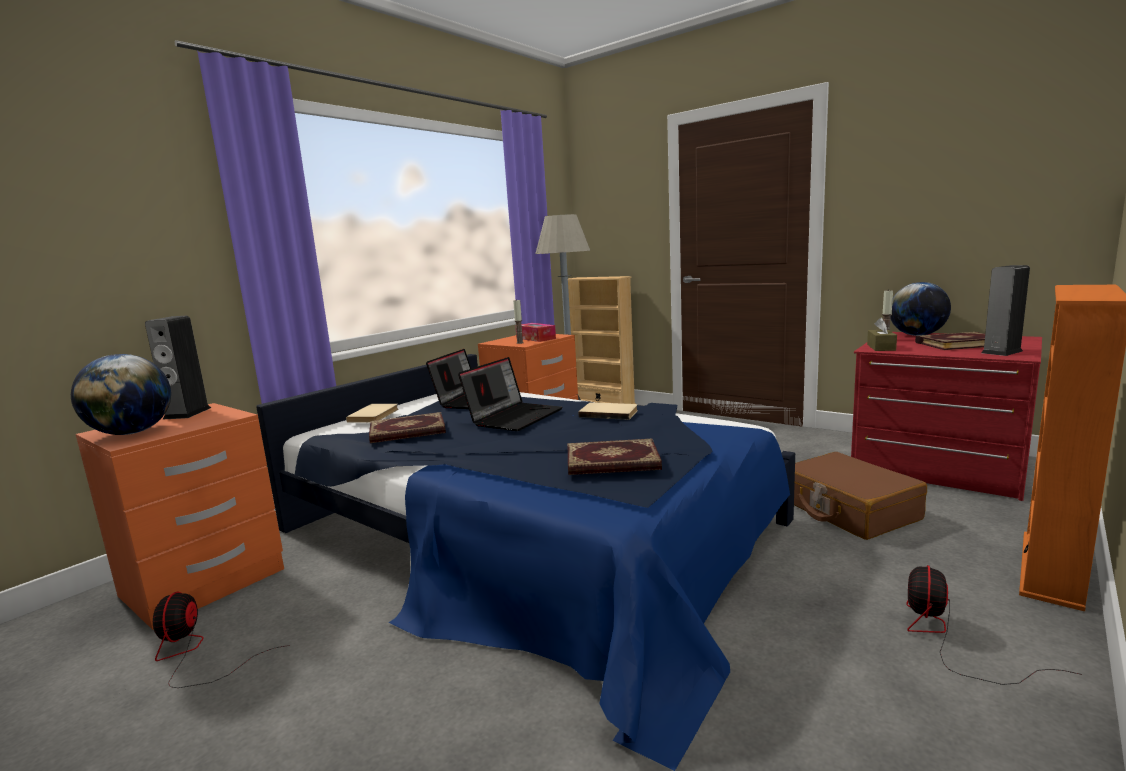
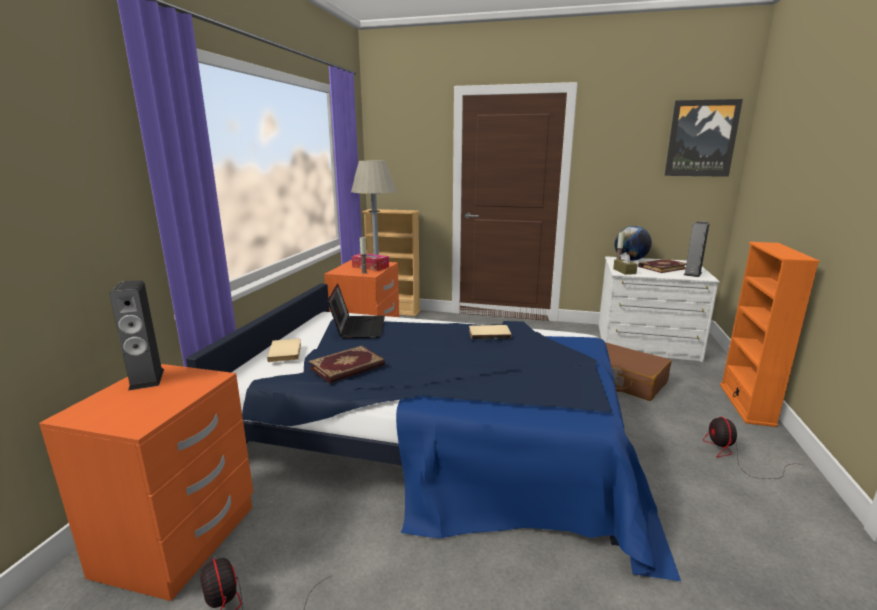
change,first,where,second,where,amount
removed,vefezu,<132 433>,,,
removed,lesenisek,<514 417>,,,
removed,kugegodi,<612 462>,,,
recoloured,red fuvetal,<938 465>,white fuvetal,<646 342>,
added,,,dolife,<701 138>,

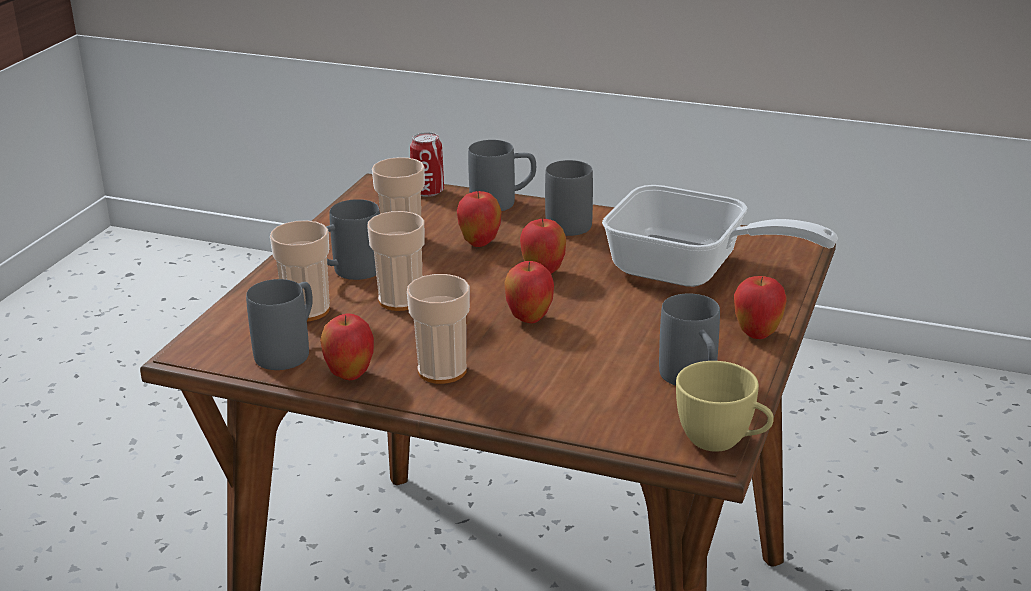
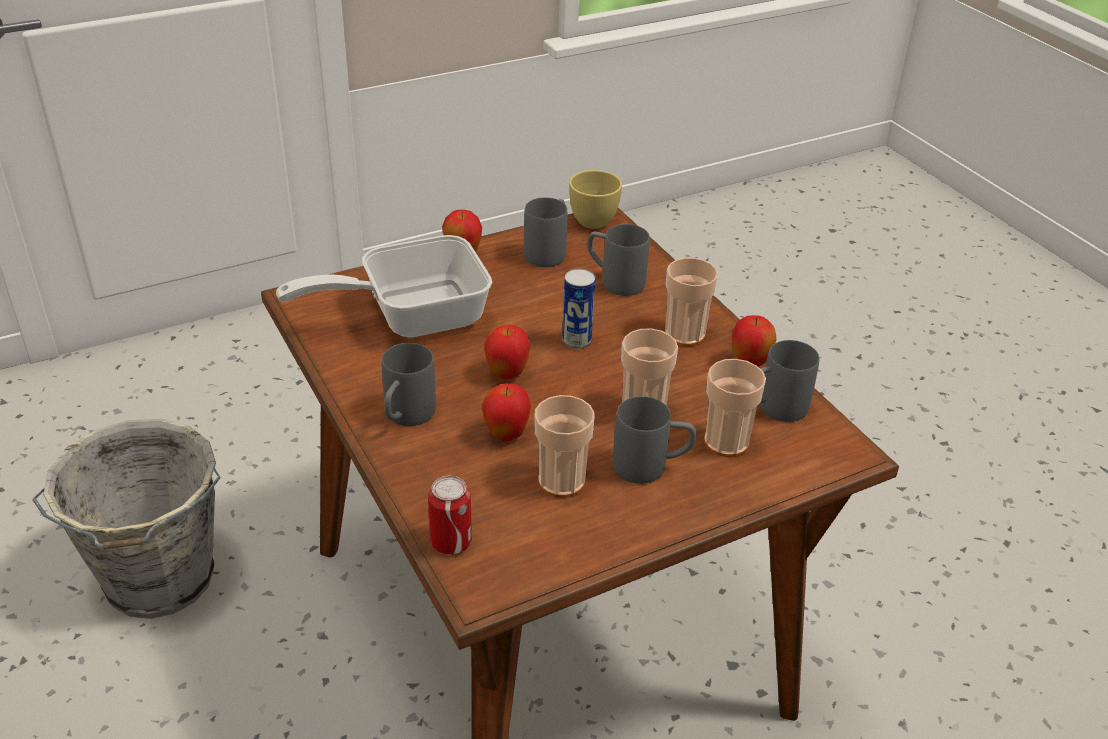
change,first,where,second,where,amount
moved,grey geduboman,<503 202>,,<614 281>,
replaced,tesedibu,<529 319>,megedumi,<576 341>,
turned,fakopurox,<691 271>,,<410 316>,90 degrees counterclockwise
added,,,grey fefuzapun,<159 582>,

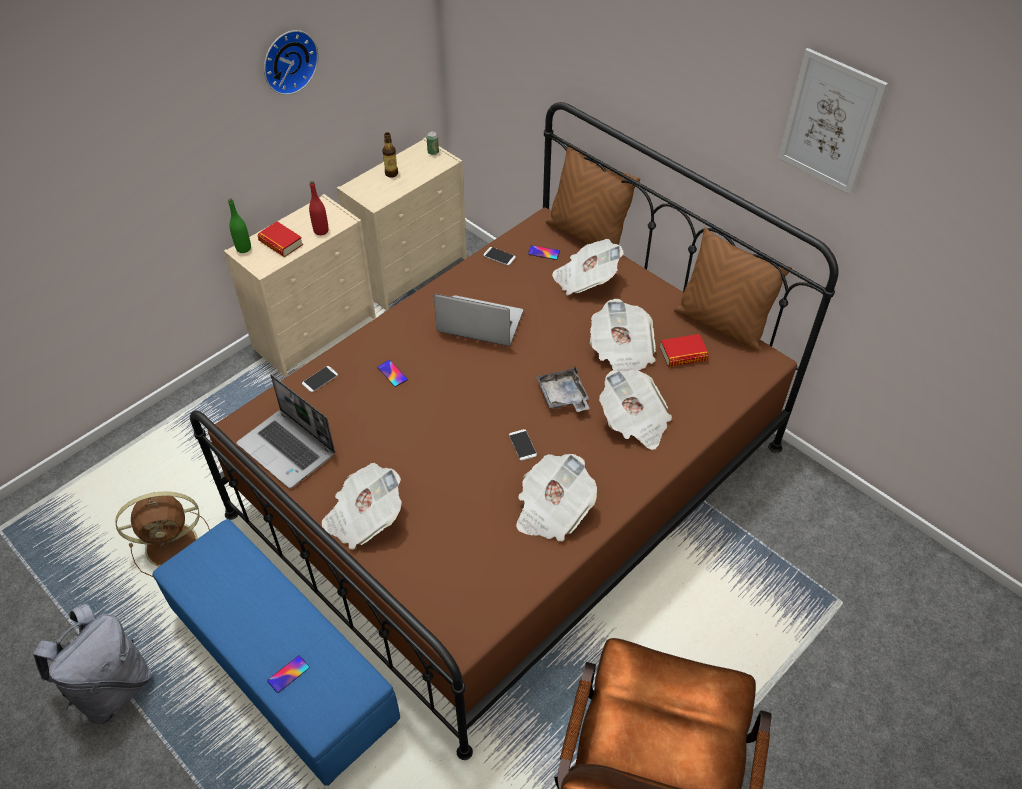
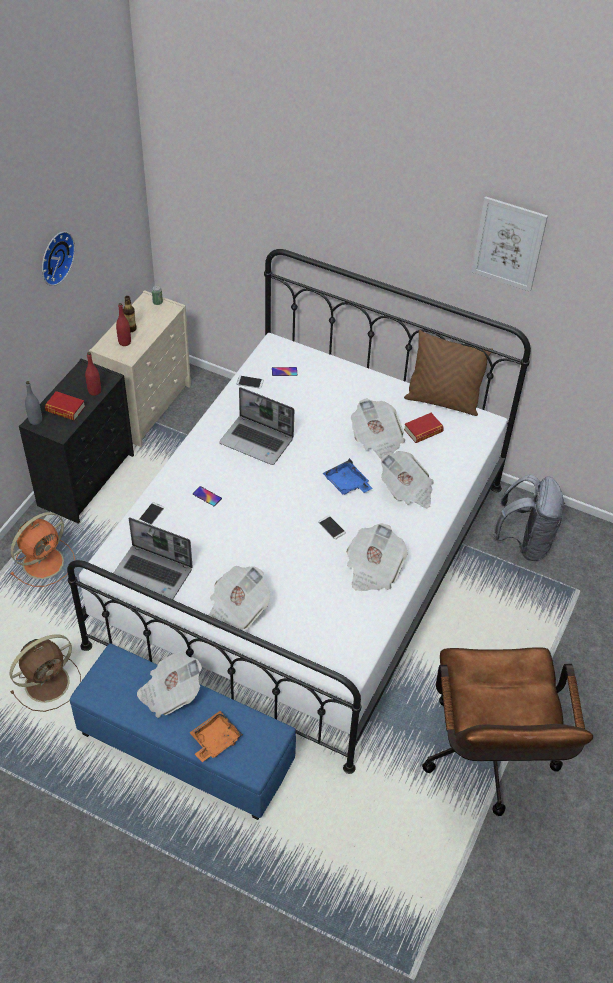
change,first,where,second,where,amount
moved,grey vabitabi,<112 688>,,<525 542>,
recoloured,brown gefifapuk,<510 480>,white gefifapuk,<303 562>,
recoloured,beige fuvetal,<316 332>,black fuvetal,<87 479>,
recoloured,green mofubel,<243 248>,grey mofubel,<35 420>,
replaced,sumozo,<288 674>,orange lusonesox,<215 740>,
turned,lesenisek,<479 323>,,<257 441>,150 degrees counterclockwise
recoloured,grey lusonesox,<563 396>,blue lusonesox,<347 484>,
removed,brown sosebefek,<586 235>,,,
moved,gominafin,<585 280>,,<170 693>,
added,,,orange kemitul,<44 561>,
added,,,red mofubel,<124 342>,

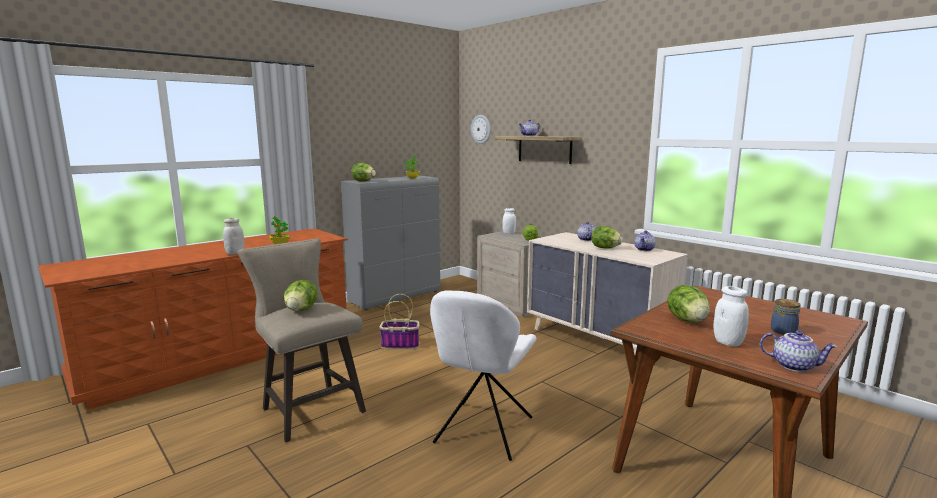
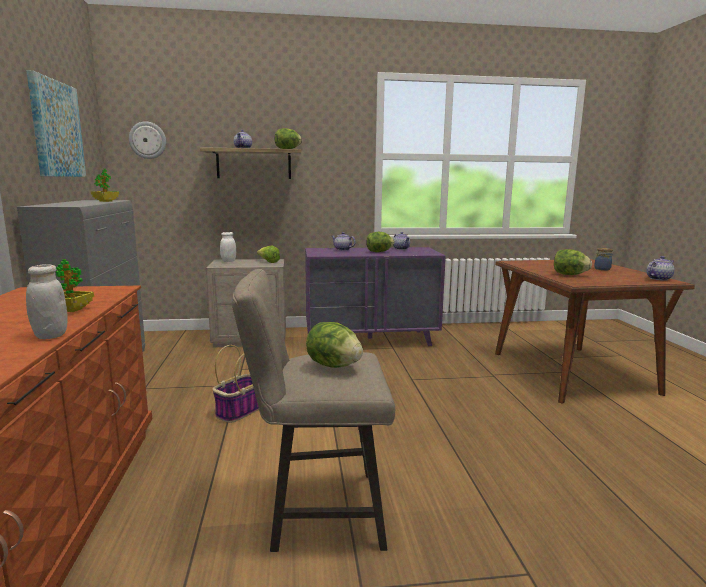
change,first,where,second,where,amount
moved,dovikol,<363 181>,,<287 149>,
removed,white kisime,<482 432>,,,
recoloured,beige fuvetal,<598 340>,purple fuvetal,<371 340>,
removed,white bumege,<728 342>,,,
added,,,dolife,<56 129>,

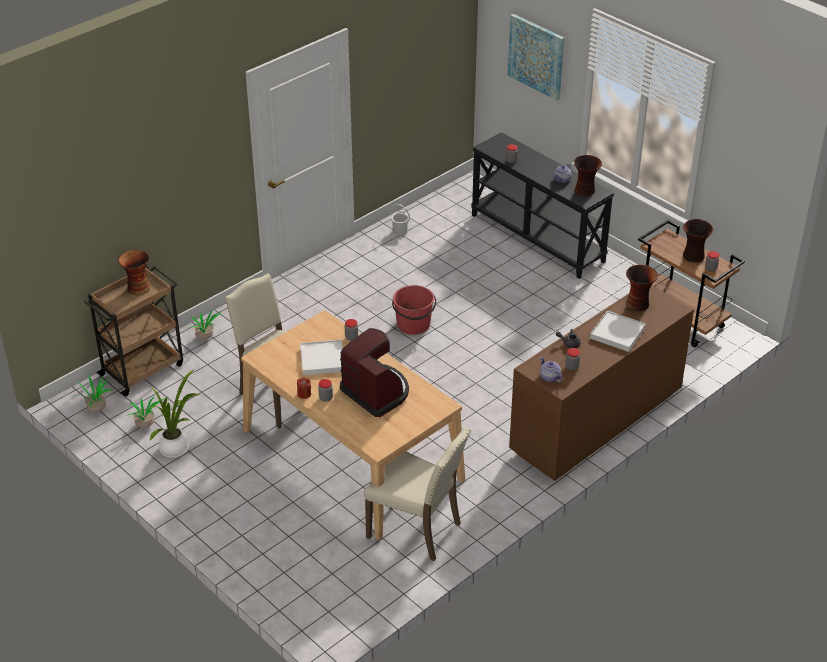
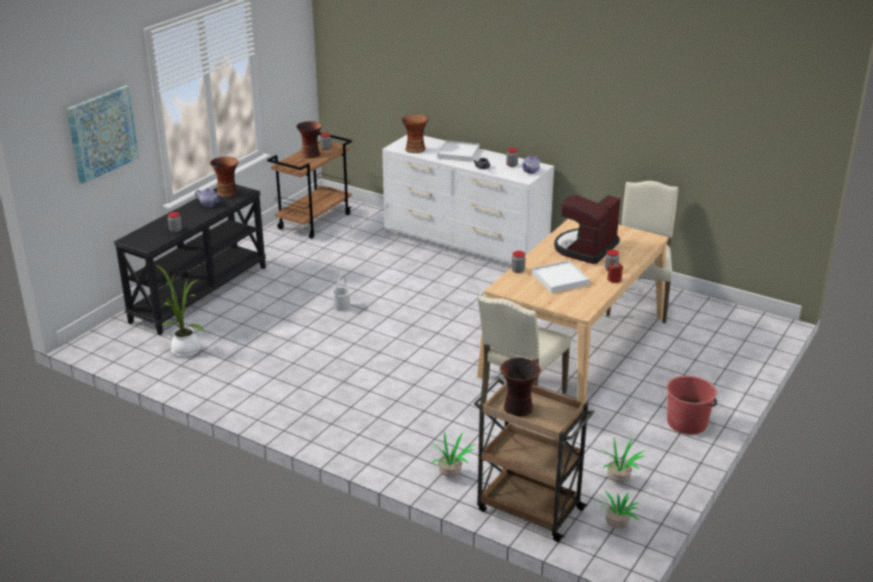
change,first,where,second,where,amount
moved,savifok,<176 448>,,<184 349>,
moved,white fefuzapun,<400 231>,,<341 306>,
moved,red fefuzapun,<413 325>,,<687 423>,
recoloured,brown fuvetal,<595 423>,white fuvetal,<466 245>,

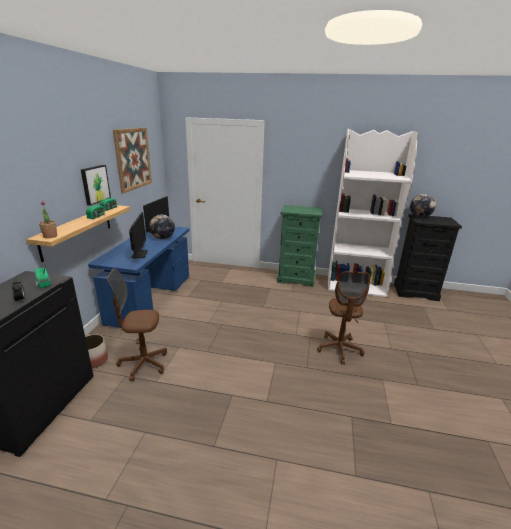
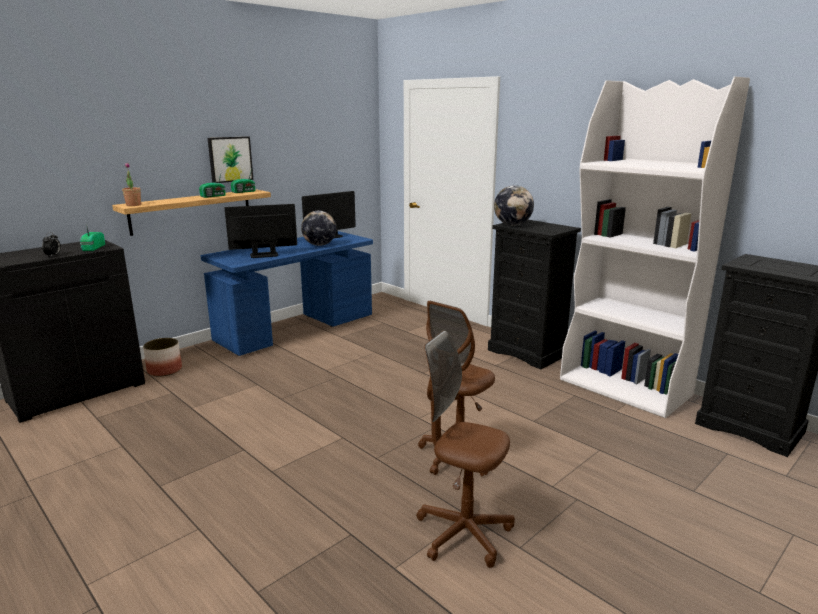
change,first,where,second,where,amount
moved,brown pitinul,<143 364>,,<463 533>,
removed,dolife,<133 159>,,,
turned,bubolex,<139 254>,,<264 255>,135 degrees counterclockwise
recoloured,green fuvetal,<296 279>,black fuvetal,<527 352>,
moved,vefezu,<420 217>,,<512 225>,

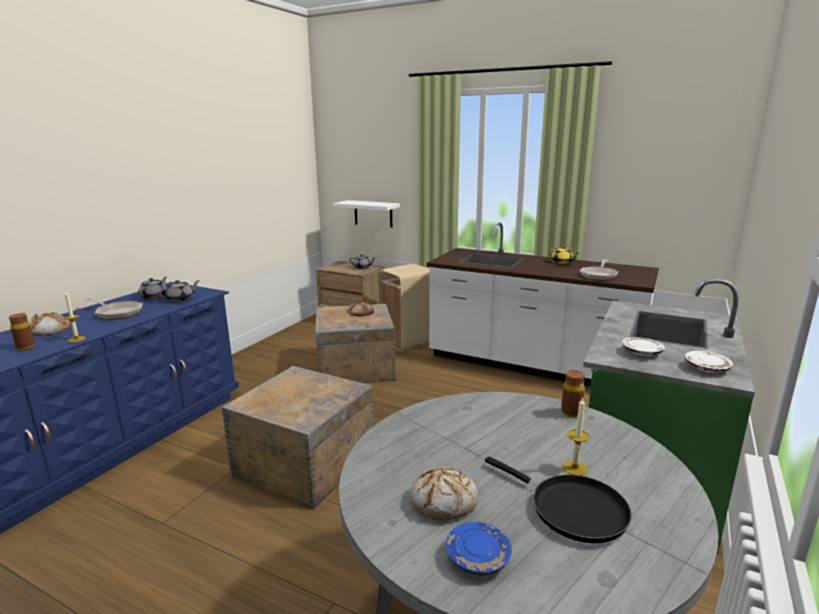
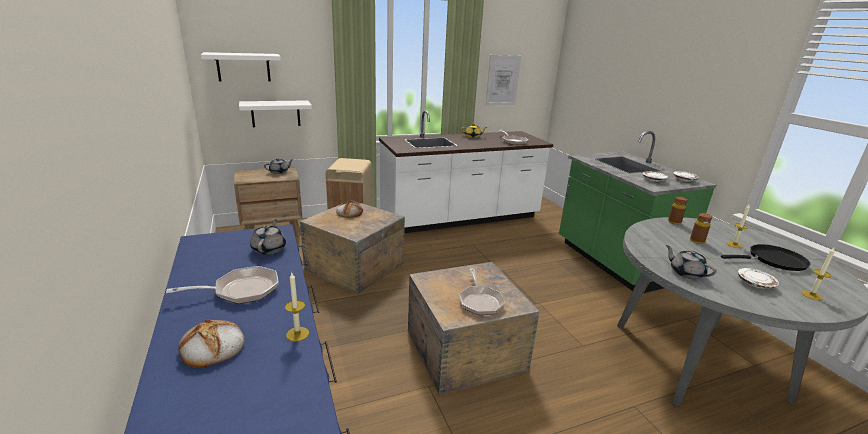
change,first,where,second,where,amount
moved,brown mofubel,<26 347>,,<697 241>,
moved,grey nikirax,<155 297>,,<685 273>,
replaced,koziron,<444 501>,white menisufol,<755 283>,
replaced,blue menisufol,<478 557>,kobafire,<811 295>,
added,,,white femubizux,<243 67>,
added,,,fakopurox,<480 301>,
added,,,dolife,<502 80>,

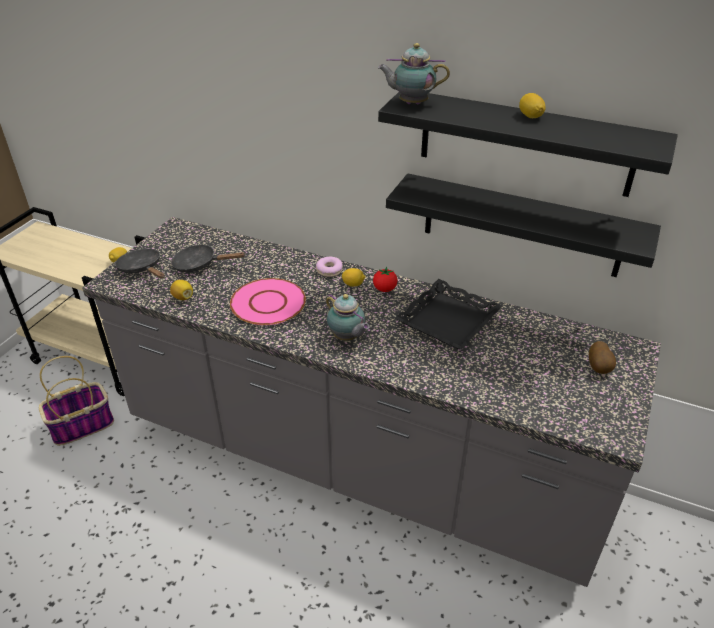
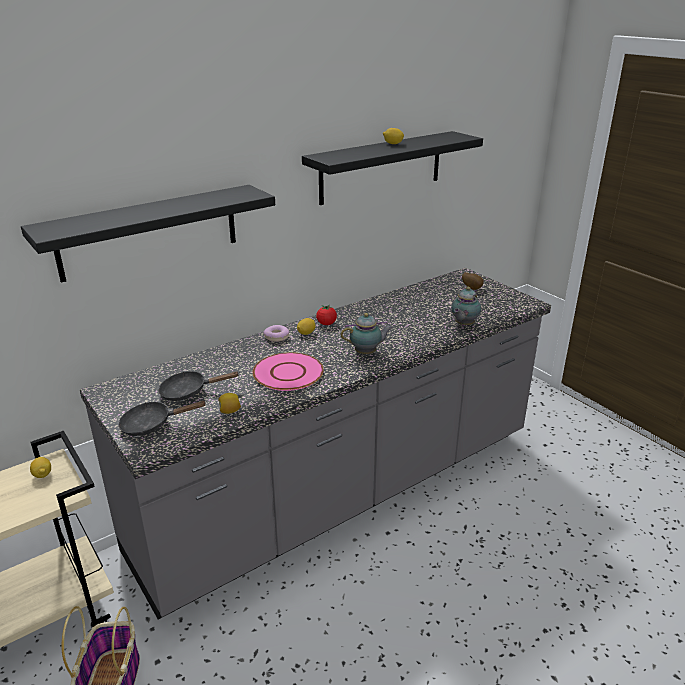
change,first,where,second,where,amount
turned,black fakopurox,<199 264>,,<188 391>,45 degrees clockwise
moved,nikirax,<411 103>,,<463 325>,
moved,black femubizux,<521 226>,,<149 232>,
removed,black lusonesox,<447 320>,,,

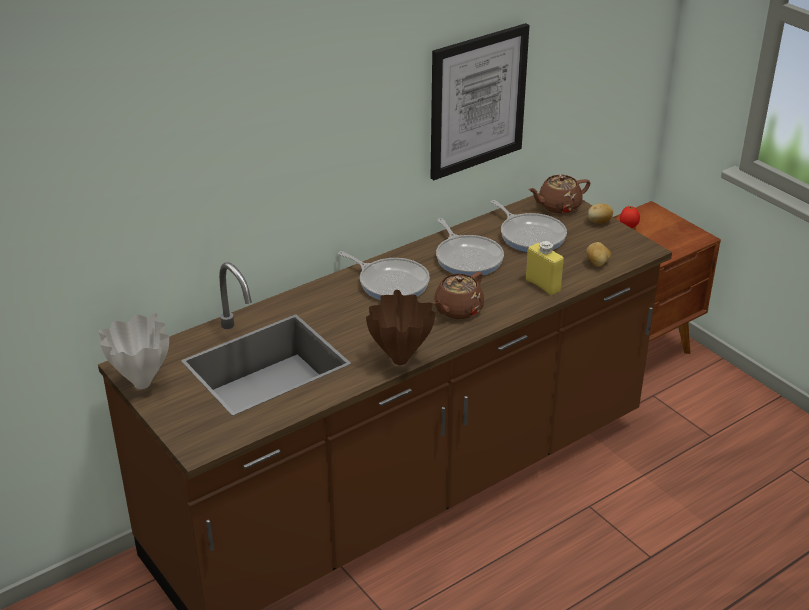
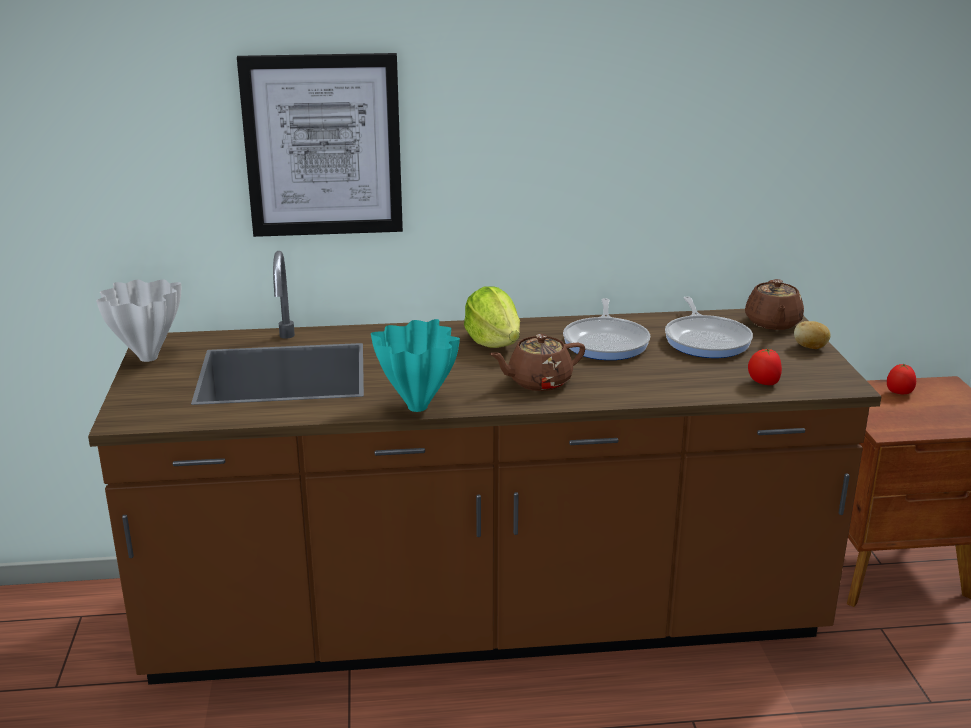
change,first,where,second,where,amount
replaced,fakopurox,<391 282>,dovikol,<493 342>,
recoloured,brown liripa,<400 361>,turquoise liripa,<416 408>,
moved,dolife,<477 101>,,<323 146>,
removed,yellow mofubel,<543 285>,,,
turned,brown nikirax,<558 206>,,<772 323>,90 degrees counterclockwise
replaced,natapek,<597 264>,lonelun,<763 383>,

